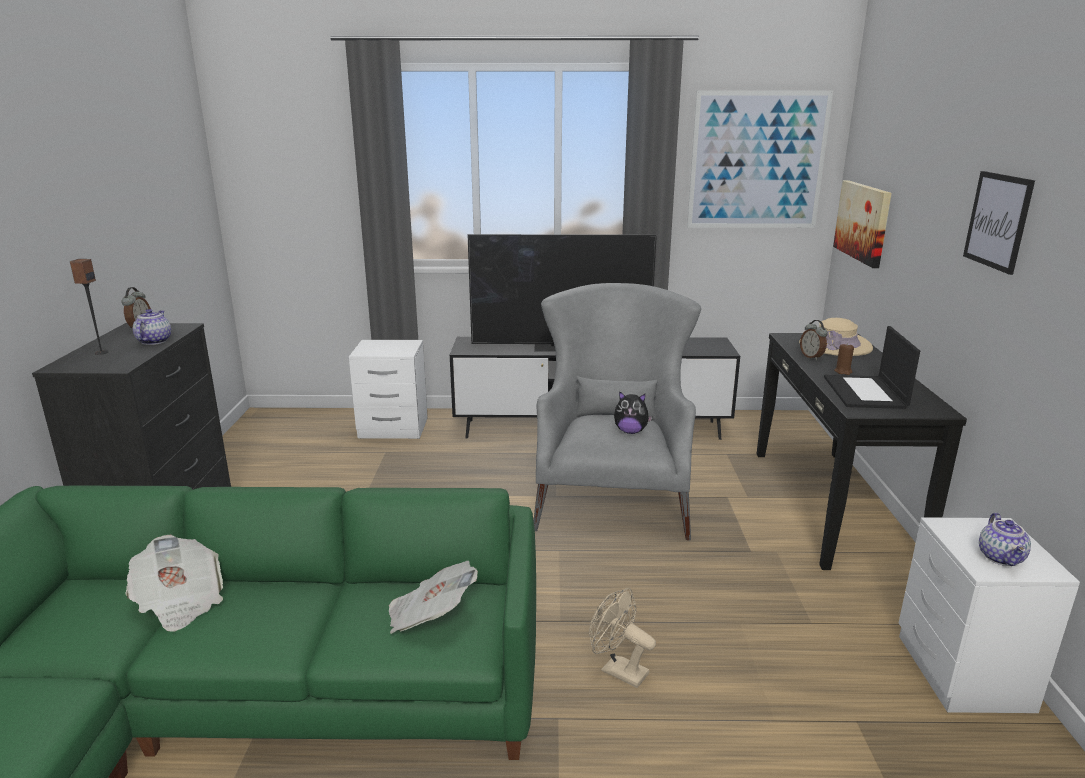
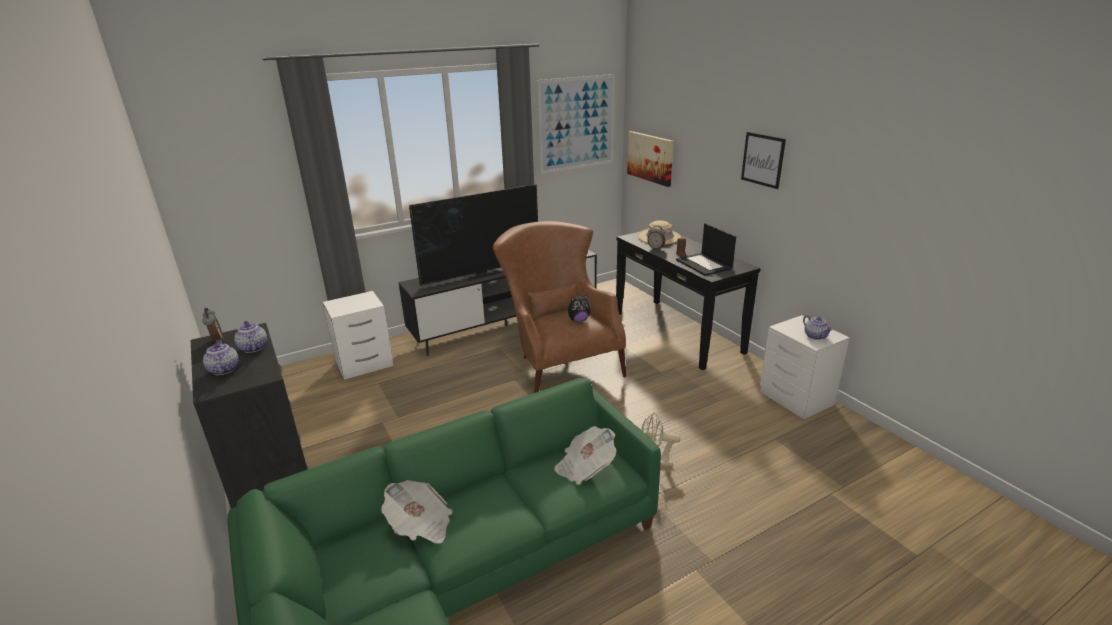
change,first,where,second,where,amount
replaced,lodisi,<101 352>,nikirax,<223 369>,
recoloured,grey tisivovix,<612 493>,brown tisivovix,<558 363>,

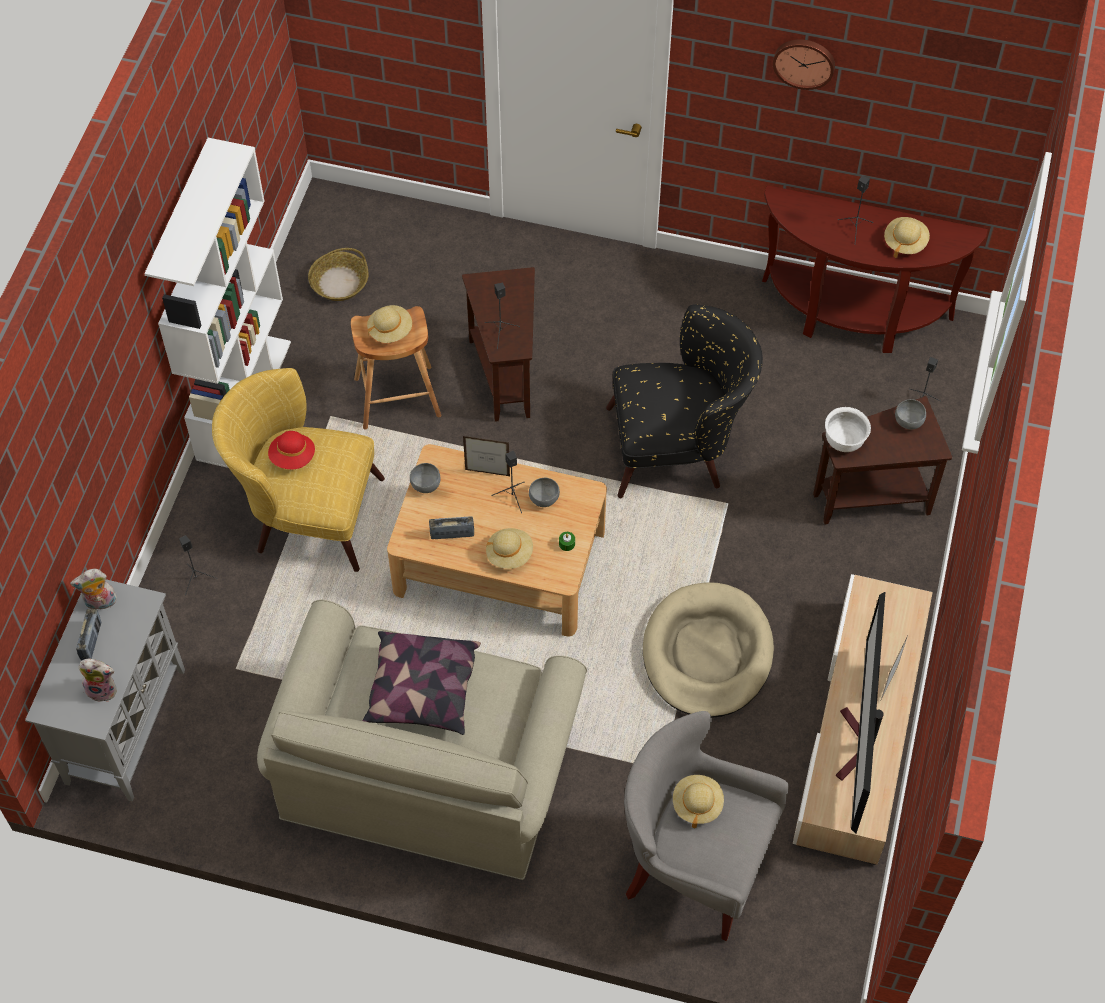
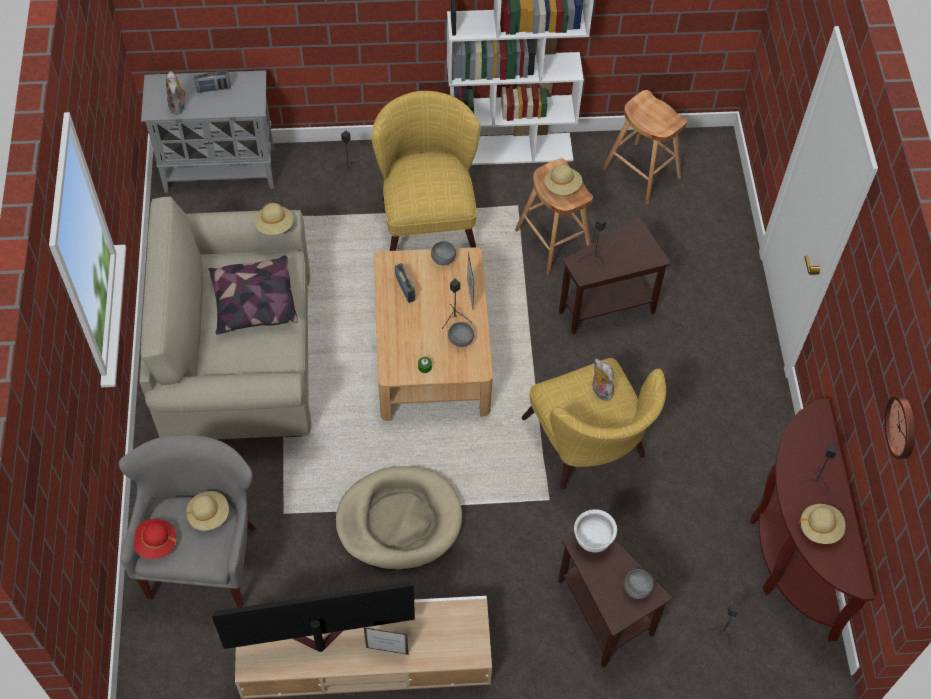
change,first,where,second,where,amount
moved,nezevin,<100 603>,,<600 391>,
moved,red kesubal,<293 457>,,<156 543>,
replaced,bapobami,<339 283>,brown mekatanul,<641 173>,
moved,beige kesubal,<509 554>,,<274 226>,
recoloured,black tisivovix,<678 448>,yellow tisivovix,<589 448>,
moved,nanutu,<804 62>,,<903 427>,

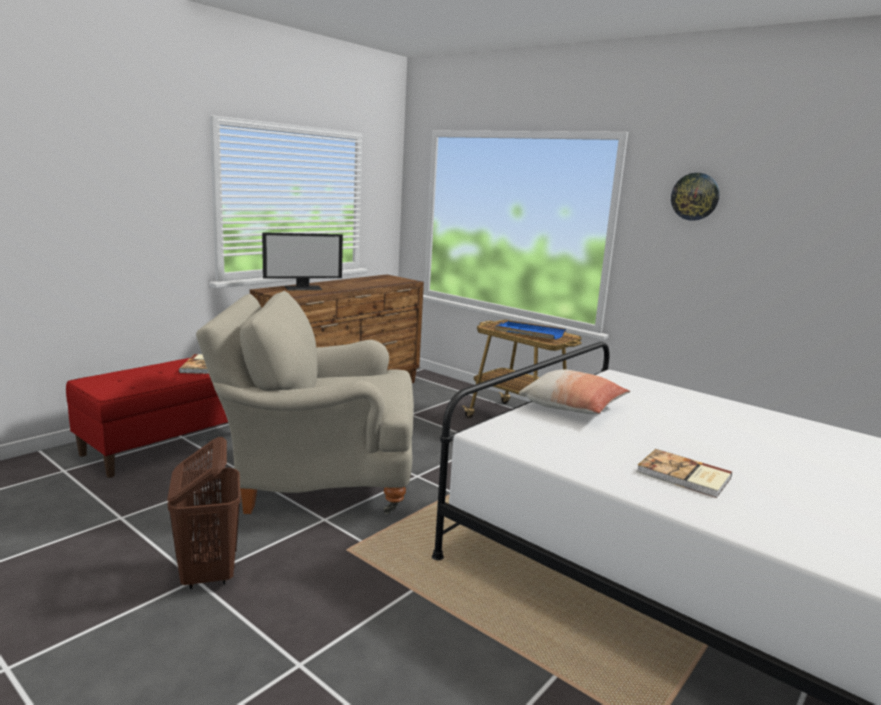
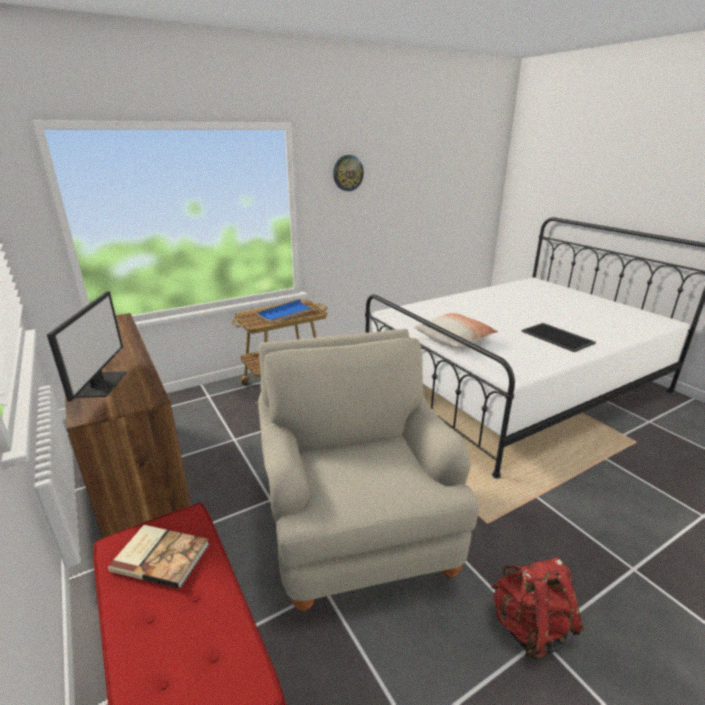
change,first,where,second,where,amount
replaced,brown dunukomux,<208 573>,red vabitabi,<529 628>,
turned,beige tisivovix,<317 478>,,<355 526>,150 degrees clockwise
replaced,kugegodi,<684 476>,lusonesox,<558 337>,

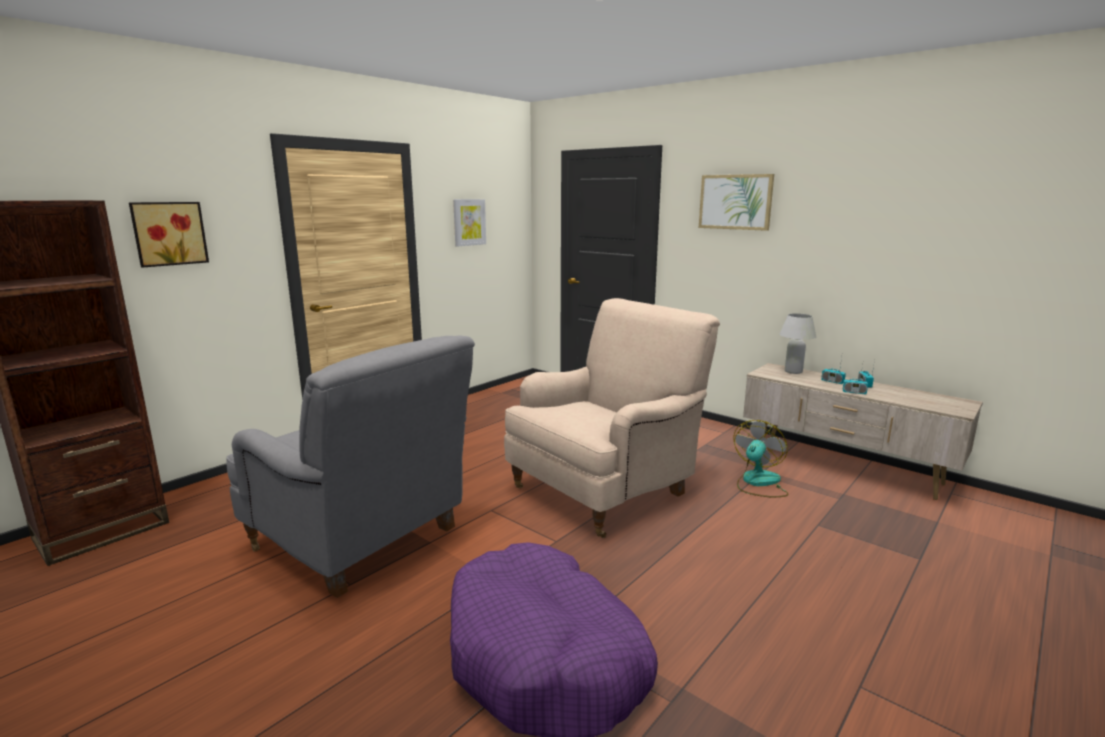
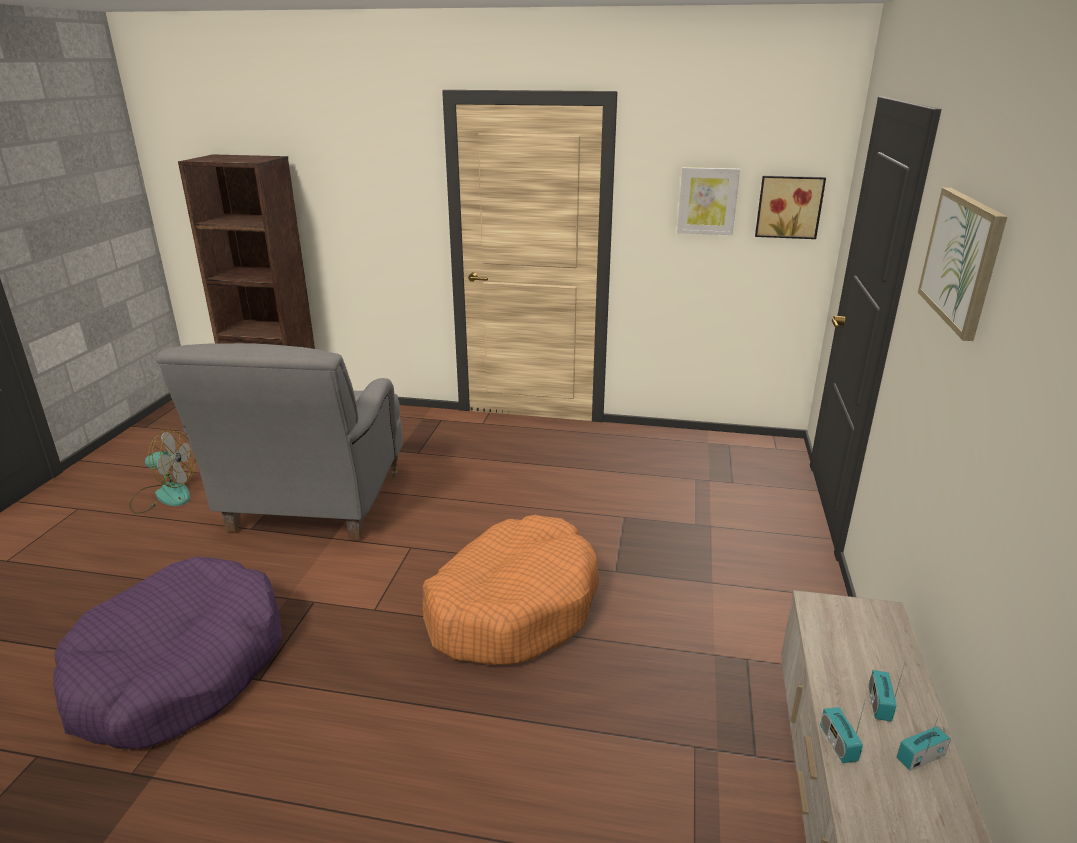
change,first,where,second,where,amount
moved,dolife,<169 233>,,<789 206>,
replaced,beige tisivovix,<604 490>,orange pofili,<512 606>,
moved,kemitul,<758 483>,,<164 495>,
removed,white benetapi,<793 371>,,,

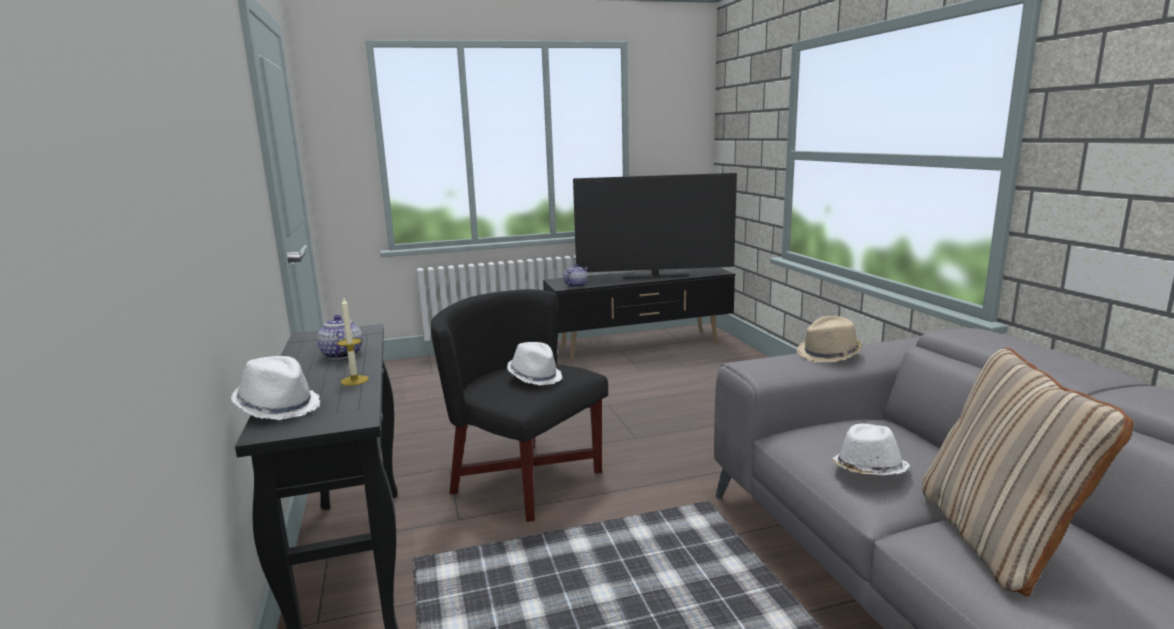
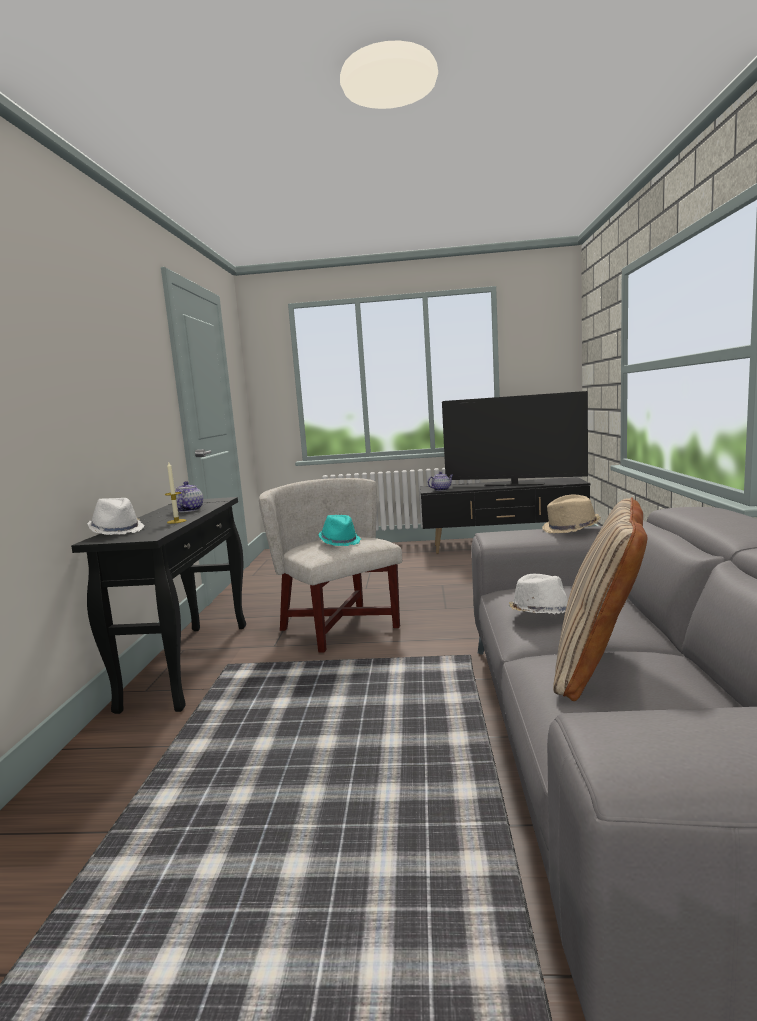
change,first,where,second,where,amount
recoloured,black tisivovix,<527 480>,white tisivovix,<340 627>,
recoloured,white kesubal,<535 377>,turquoise kesubal,<340 542>,

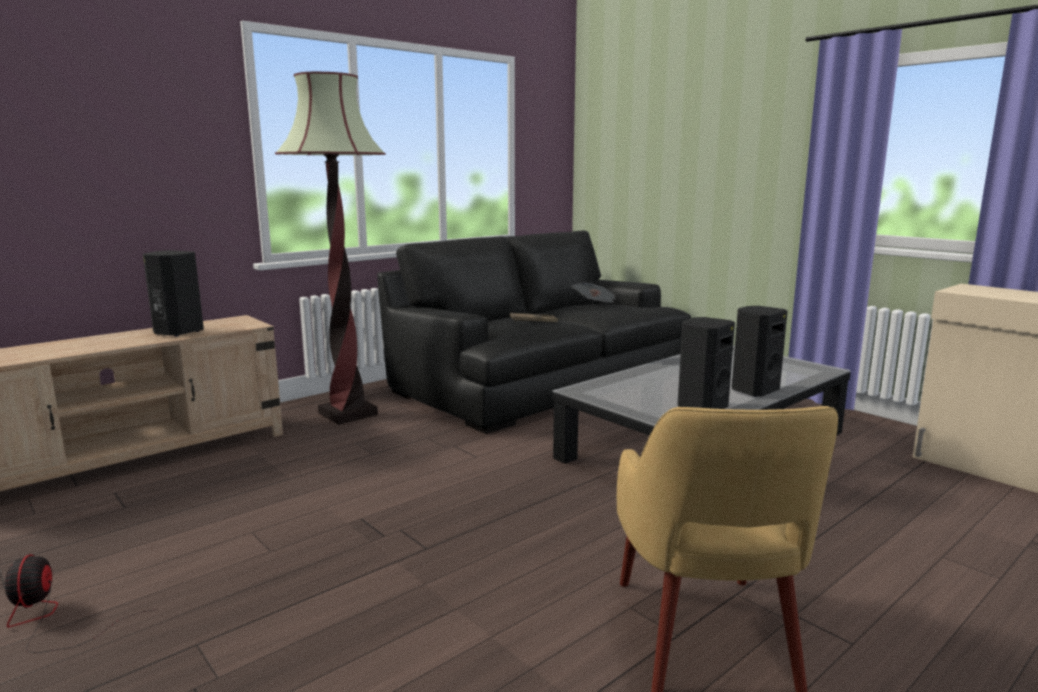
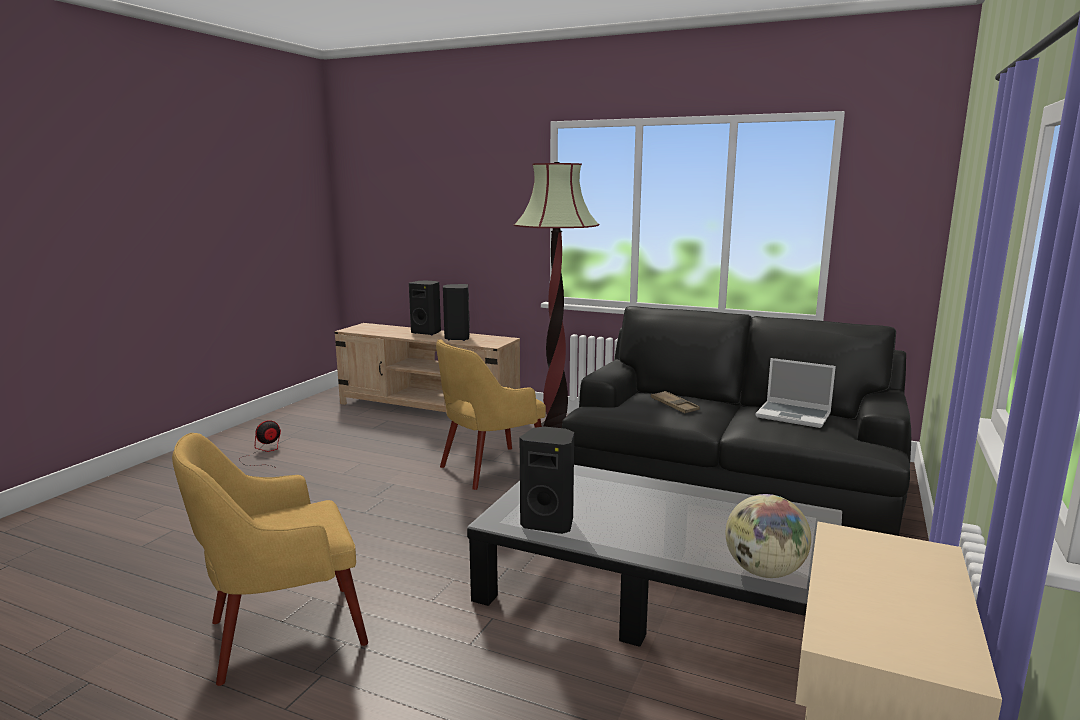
change,first,where,second,where,amount
replaced,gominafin,<595 305>,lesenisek,<794 416>,
moved,black lodisi,<753 390>,,<427 332>,
added,,,yellow tisivovix,<490 468>,
added,,,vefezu,<764 571>,

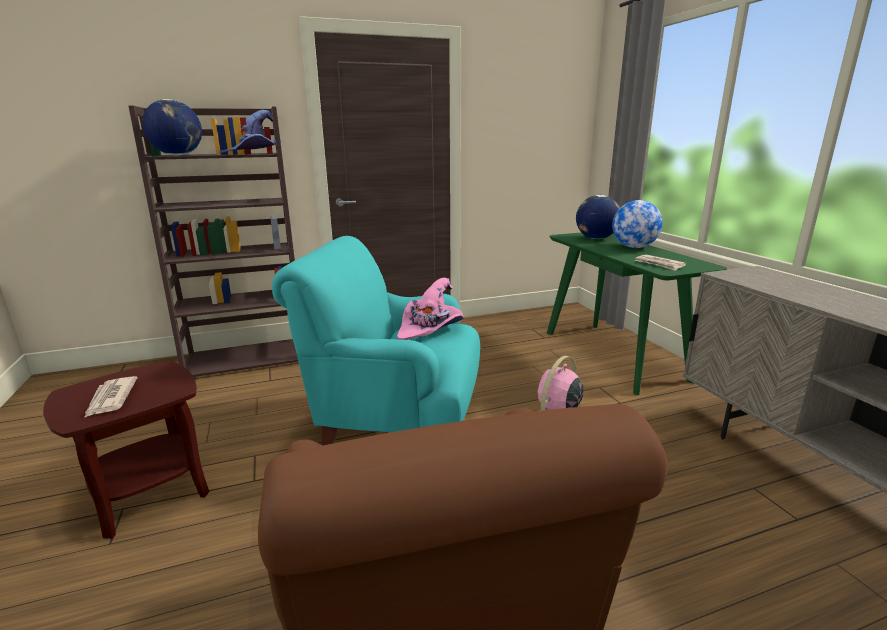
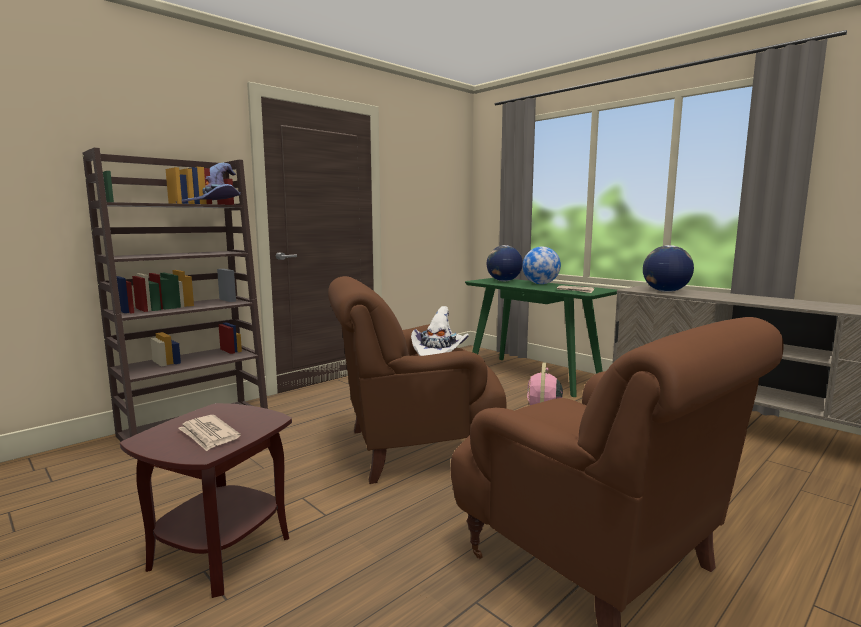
change,first,where,second,where,amount
moved,vefezu,<178 155>,,<665 291>,
recoloured,turquoise tisivovix,<396 424>,brown tisivovix,<412 448>,
recoloured,pink kesubal,<430 329>,white kesubal,<438 352>,

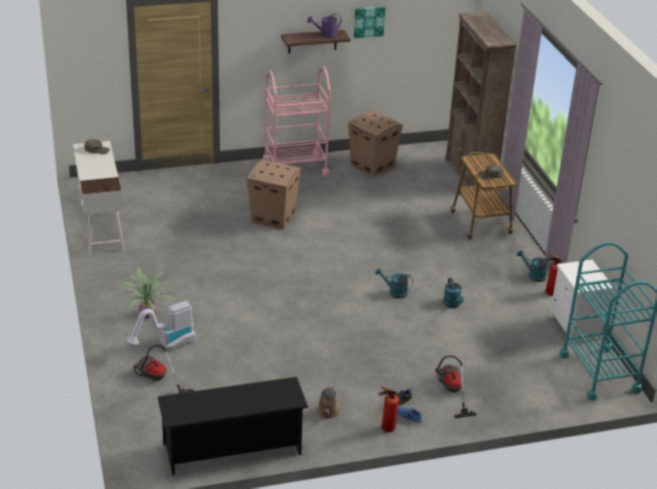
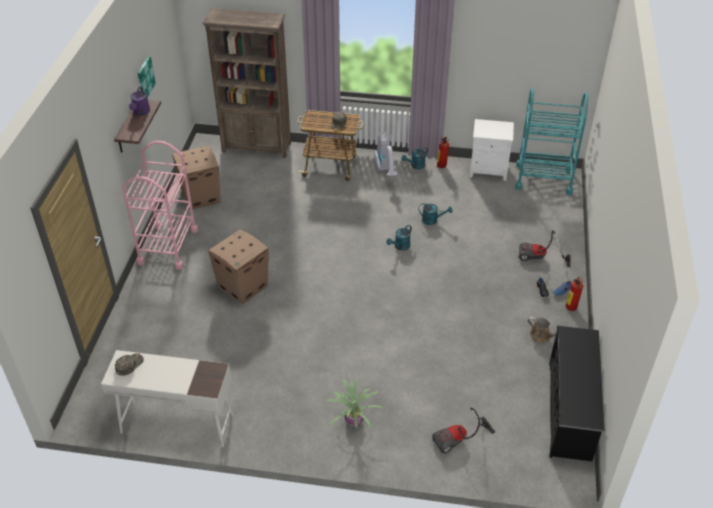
change,first,where,second,where,amount
moved,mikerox,<166 345>,,<386 169>,

